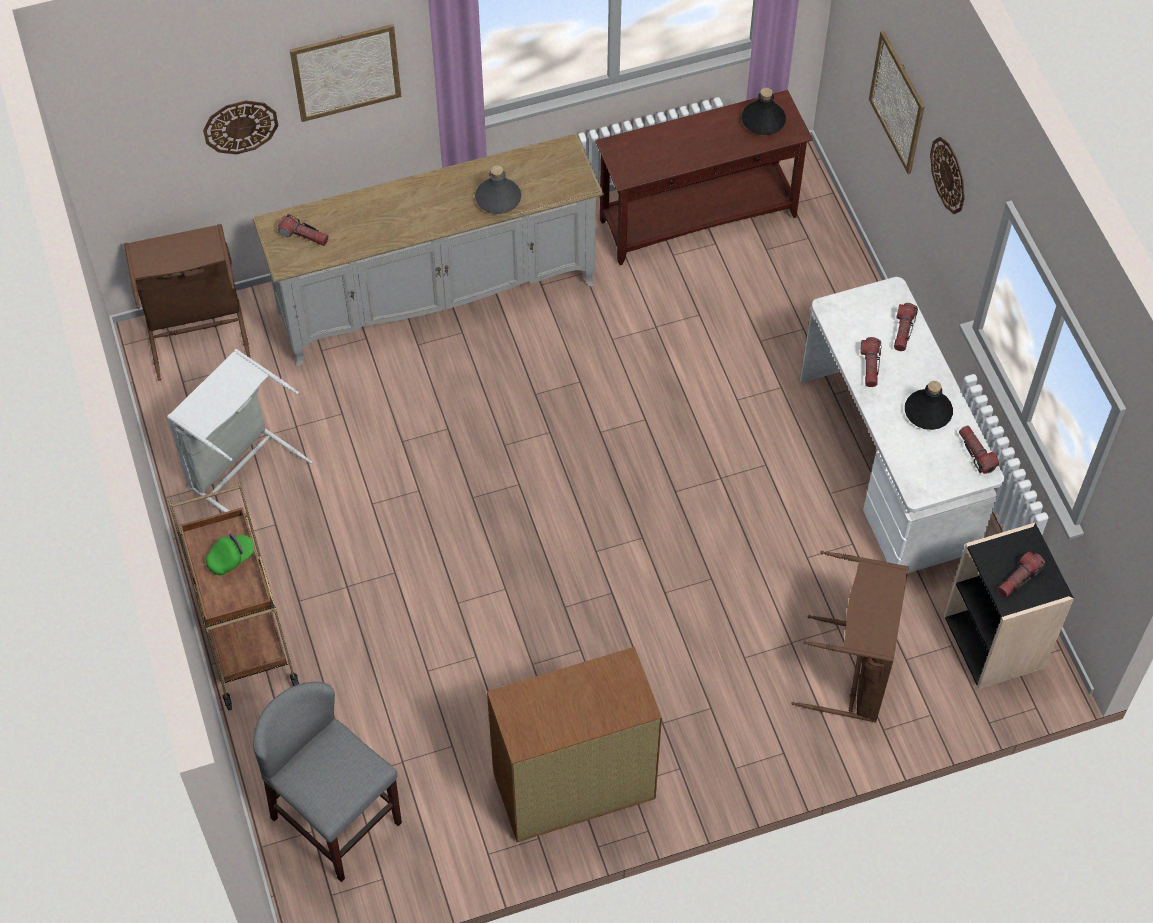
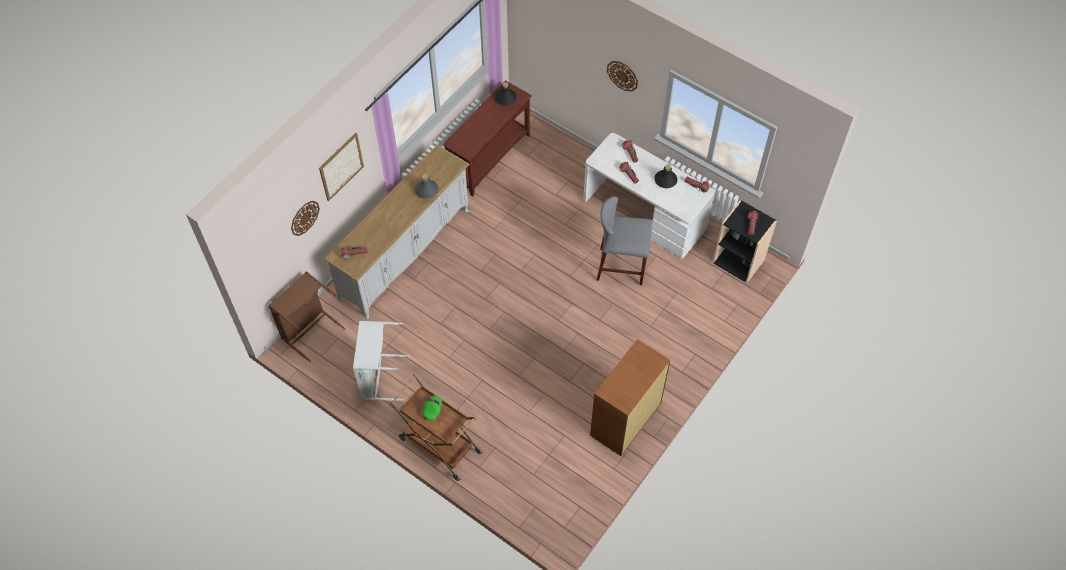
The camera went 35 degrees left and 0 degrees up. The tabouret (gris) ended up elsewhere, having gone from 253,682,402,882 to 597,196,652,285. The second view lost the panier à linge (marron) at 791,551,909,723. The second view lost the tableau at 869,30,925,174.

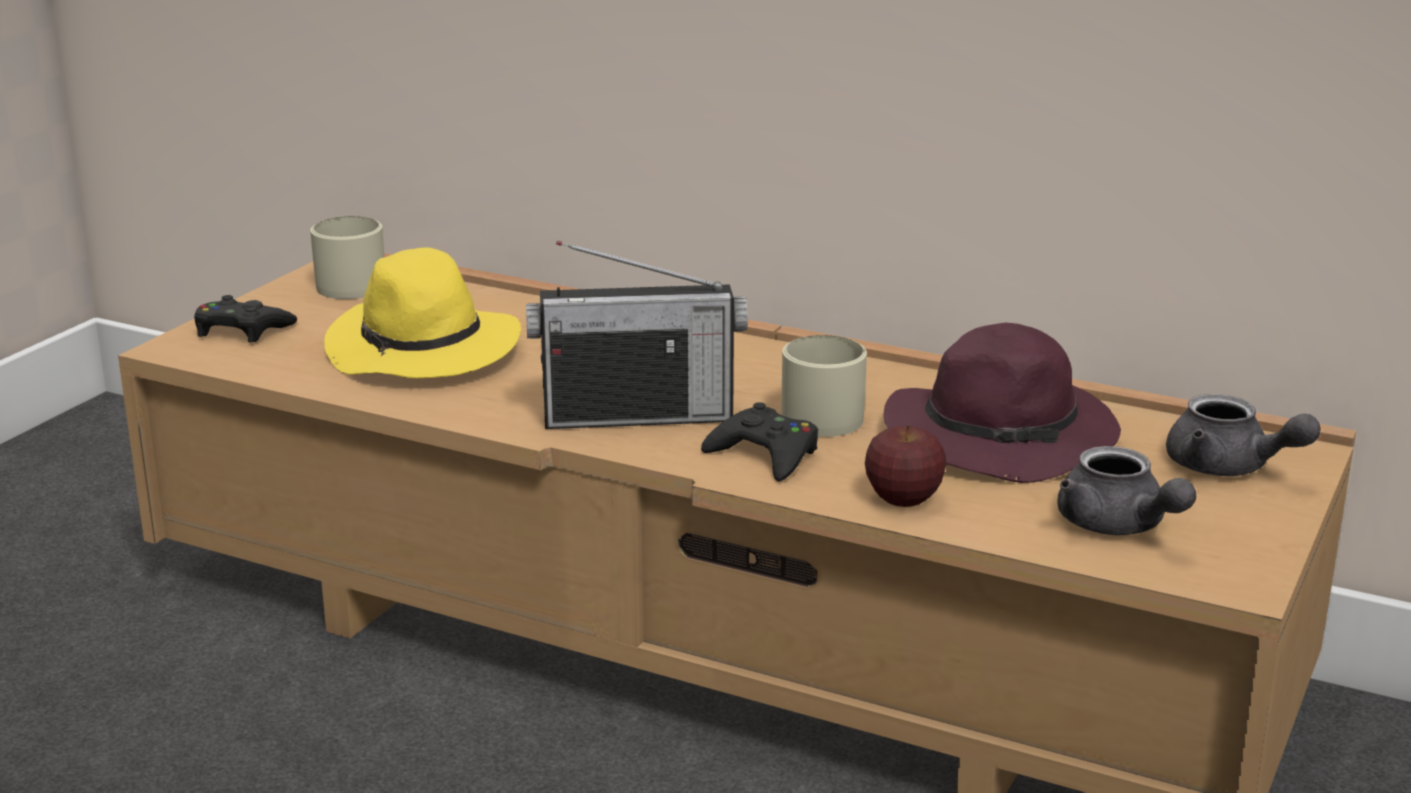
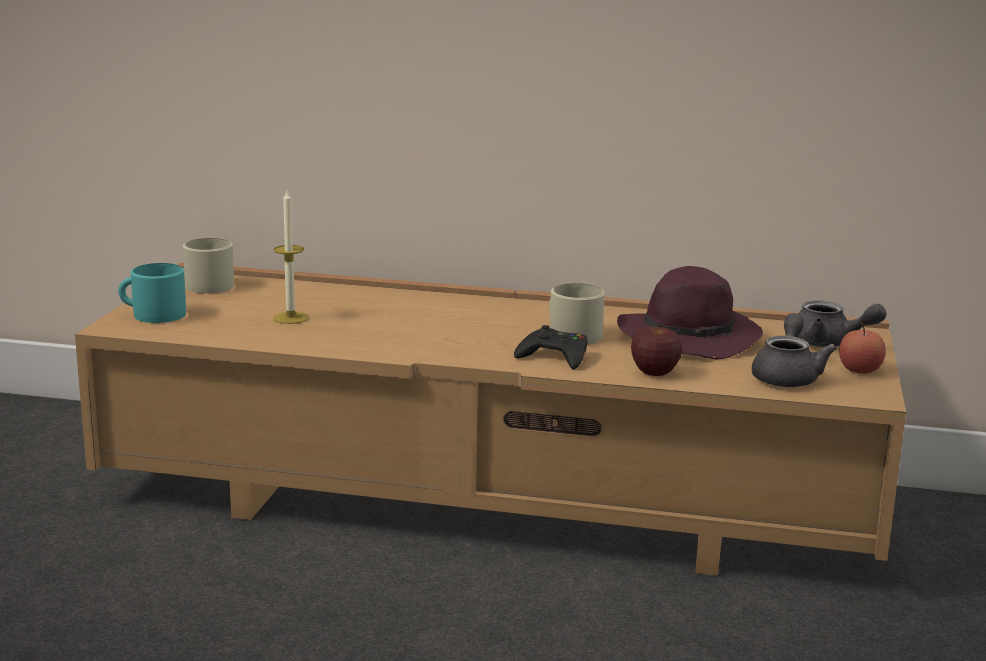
The camera went 15 degrees left and 5 degrees down. Where the manette (noir) stood at 194,295,297,343, the mug (turquoise) came to stand at 118,263,186,323. Where the chapeau (jaune) stood at 324,247,521,378, the bougie came to stand at 273,191,309,324. The théière (gris) at 1058,446,1196,535 ended up facing another way, 120 degrees counterclockwise from before. The second view gained the pomme at 839,321,886,374. The second view lost the radio at 526,241,748,429.

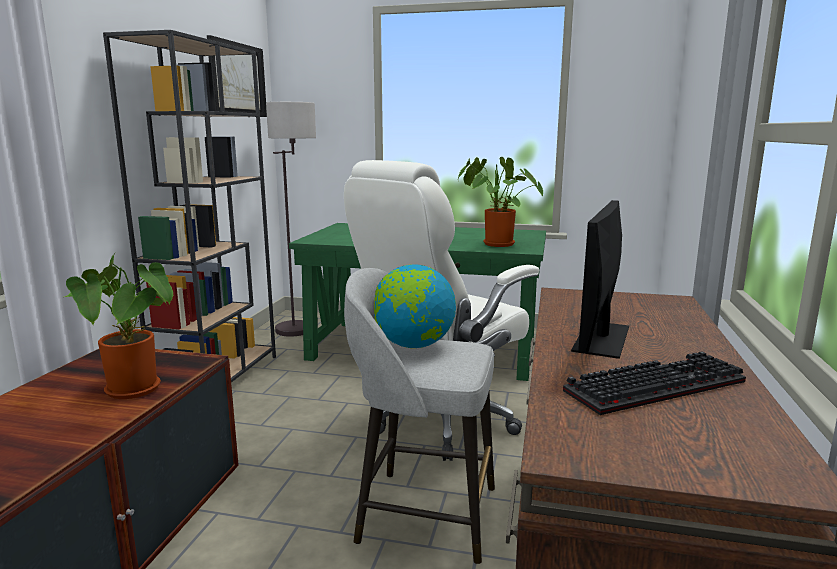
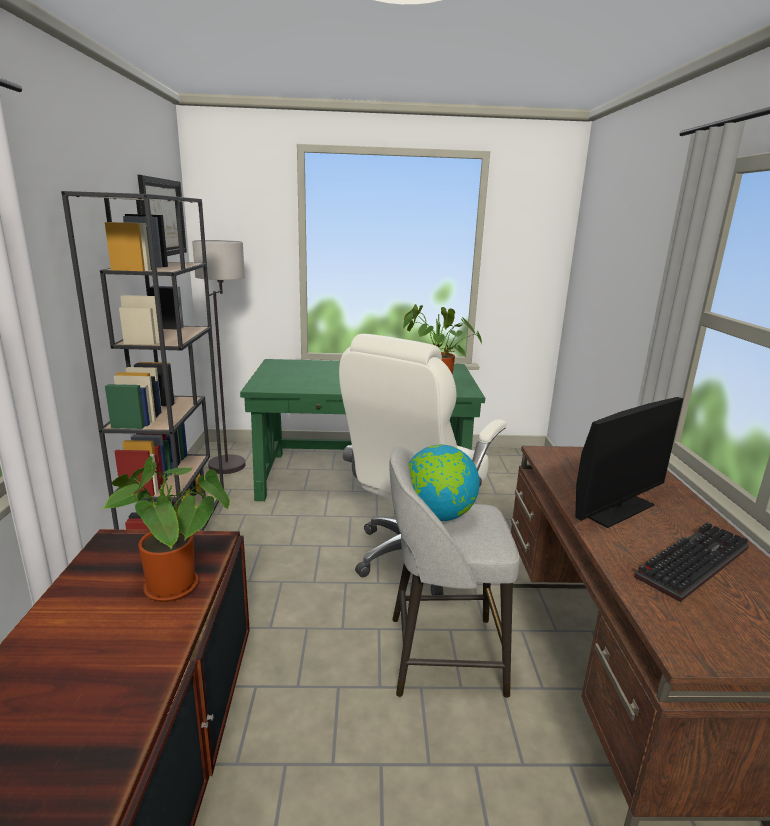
The camera went 15 degrees left and 5 degrees up. The écran d'ordinateur at 571,200,629,359 ended up facing another way, 135 degrees counterclockwise from before.

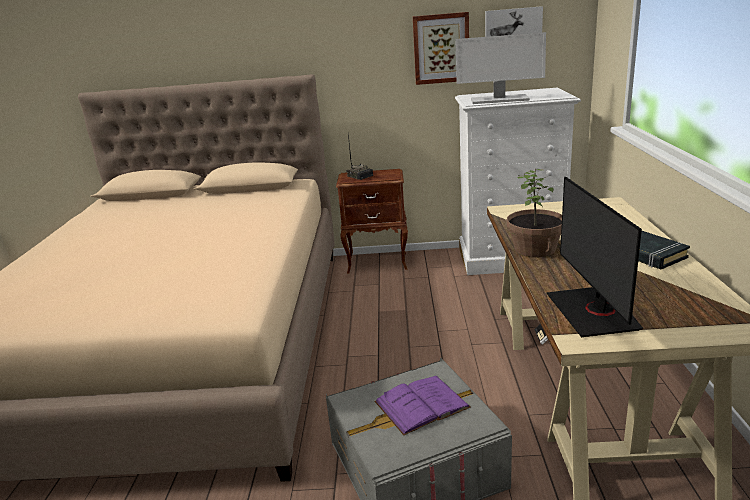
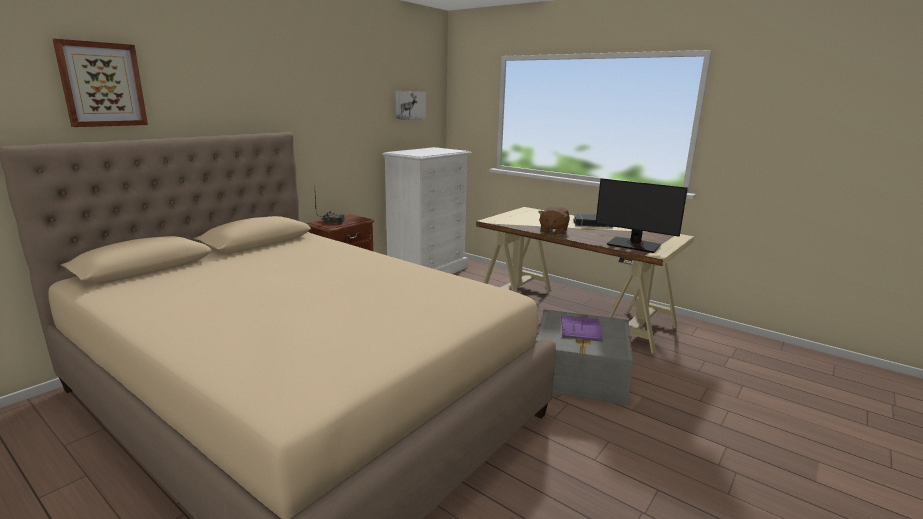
The camera went 55 degrees left and 5 degrees down. The tableau ended up elsewhere, having gone from 413,12,469,85 to 53,39,148,127. Where the plante en pot stood at 507,168,562,257, the peluche (marron) came to stand at 539,206,570,235. The second view lost the écran d'ordinateur at 455,32,546,104.

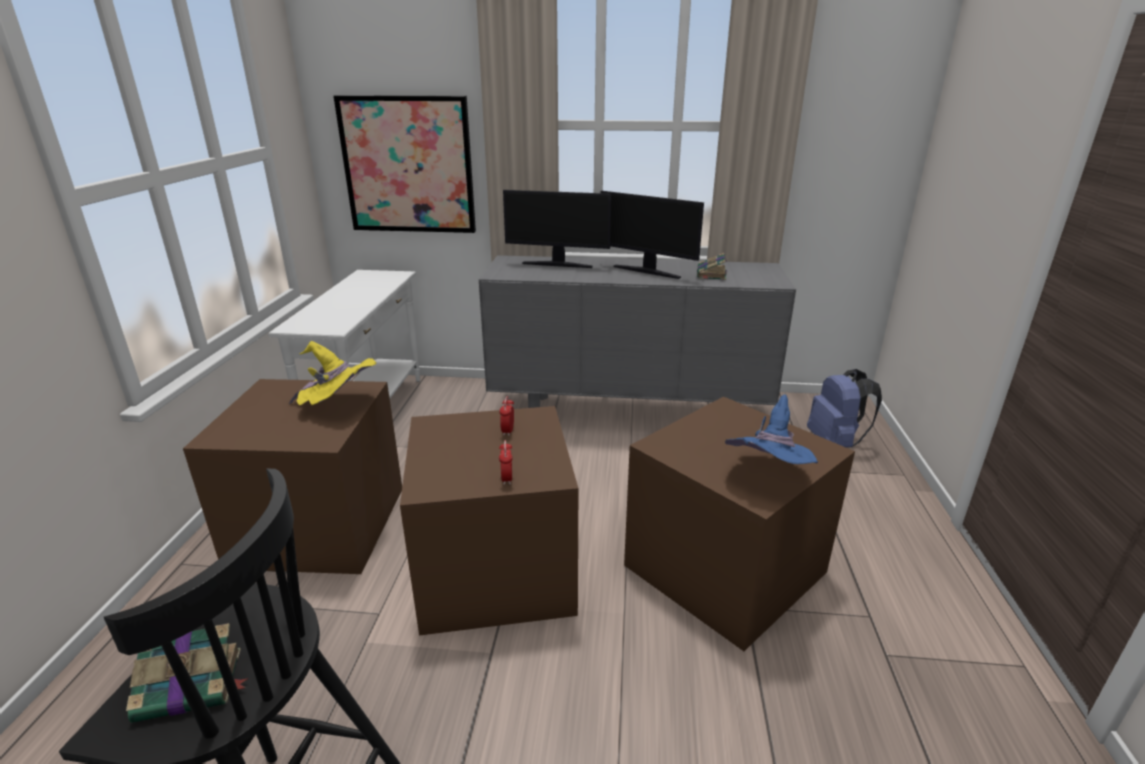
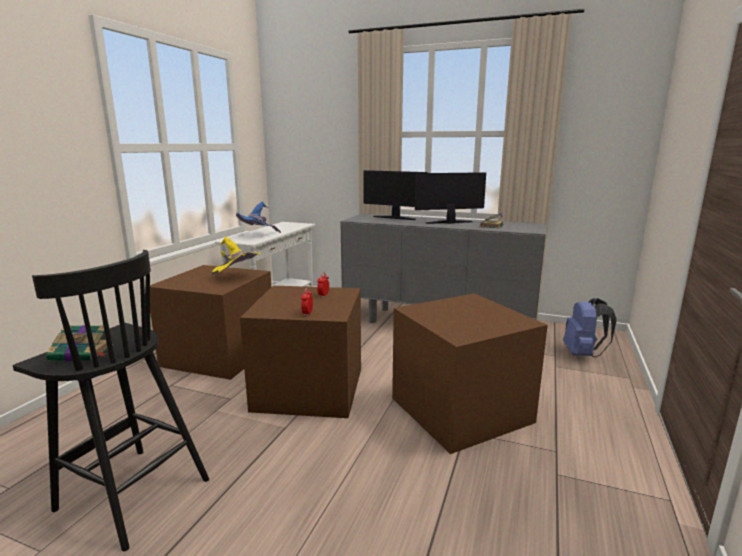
The camera went 15 degrees right and 10 degrees down. The chapeau (bleu) ended up elsewhere, having gone from 725,394,818,464 to 236,201,281,233. The écran d'ordinateur at 600,191,704,279 ended up facing another way, 120 degrees clockwise from before. The second view lost the tableau at 333,95,476,233.

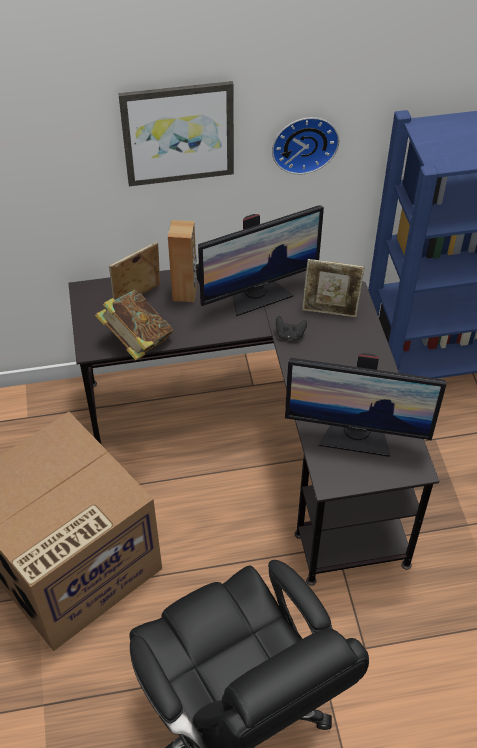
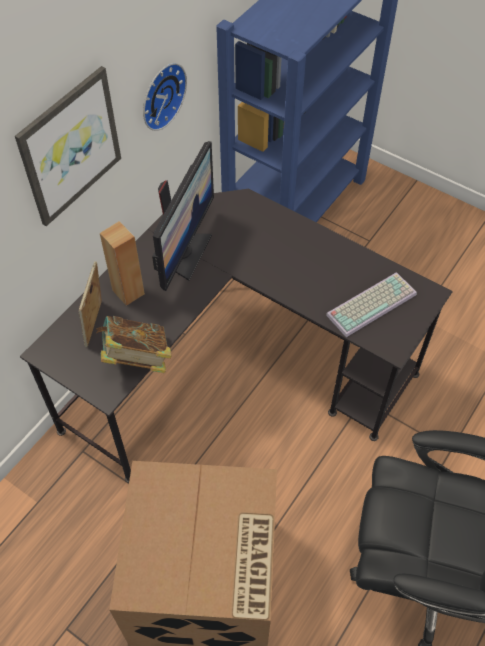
The camera went 45 degrees left and 5 degrees up. Where the écran d'ordinateur stood at 285,353,447,457, the clavier came to stand at 326,272,417,337. The second view lost the manette (noir) at 276,316,307,340. The second view lost the cadre photo at 302,259,365,317.

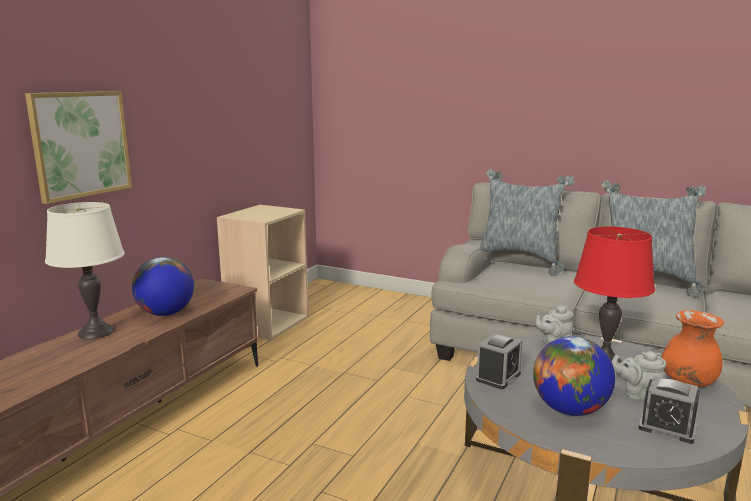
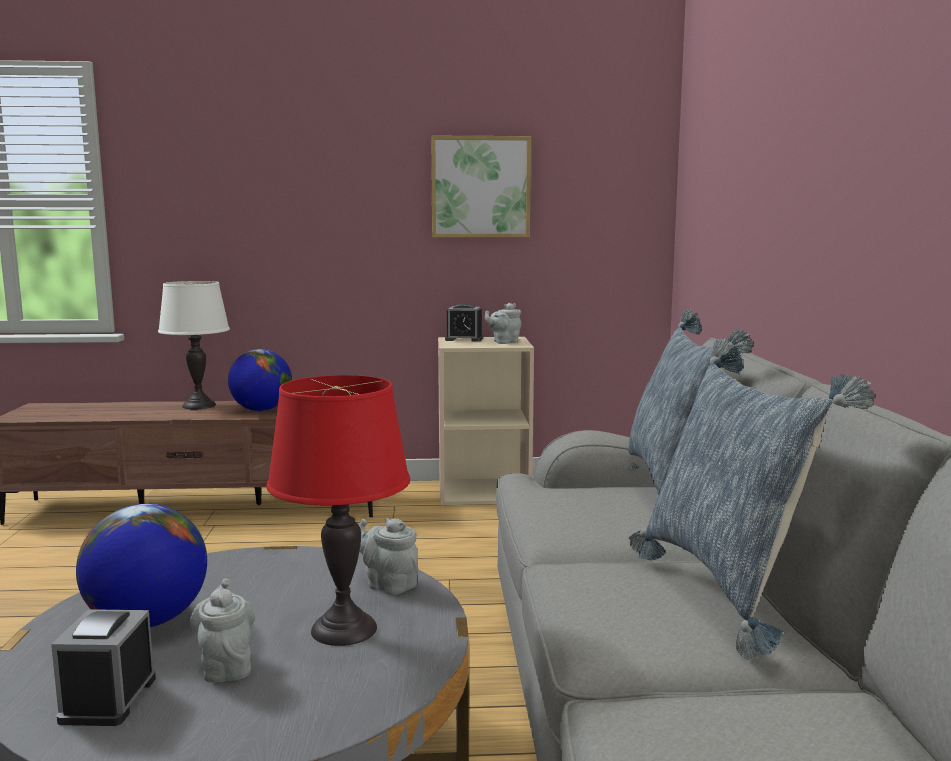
The camera went 60 degrees right and 5 degrees down. The tableau ended up elsewhere, having gone from 25,91,132,204 to 431,136,531,237. The réveil ended up elsewhere, having gone from 476,333,522,389 to 445,304,483,342. The second view gained the théière (gris) at 485,303,521,344. The second view lost the vase (orange) at 661,310,724,387.

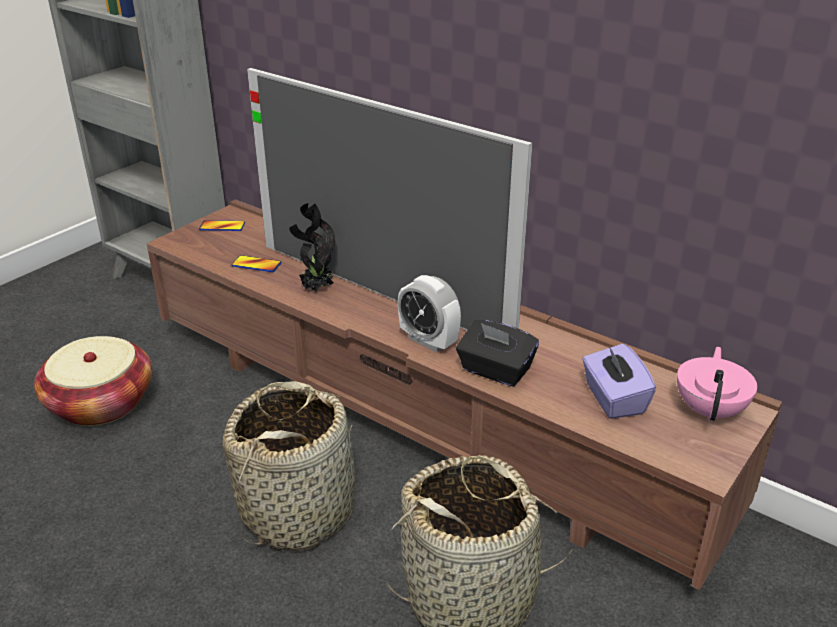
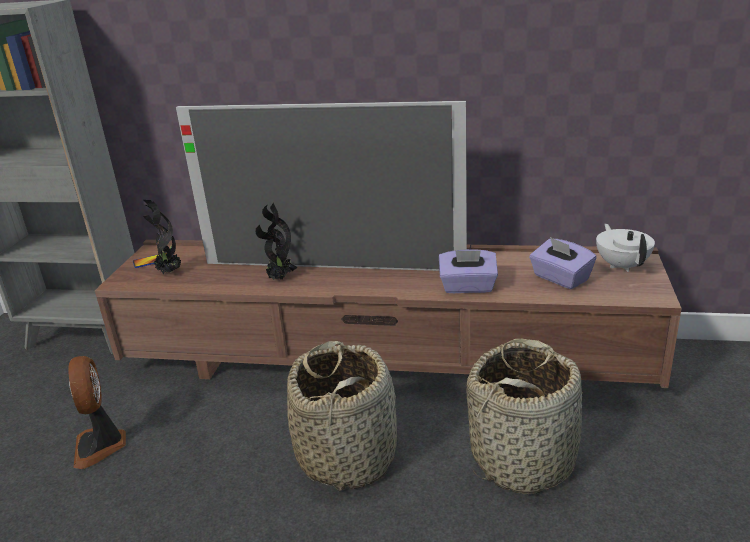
The camera went 25 degrees left and 5 degrees down. Where the panier stood at 34,336,152,426, the ventilateur came to stand at 69,356,126,469. The second view gained the plante en pot at 143,200,181,274. What was the boîte à mouchoirs (noir) at 456,320,539,386 turned into the boîte à mouchoirs (violet) at 439,249,498,293. What was the théière (rose) at 677,347,757,422 turned into the théière (blanc) at 596,224,655,272. The second view lost the téléphone at 231,255,281,272. The second view lost the réveil at 398,275,461,352.

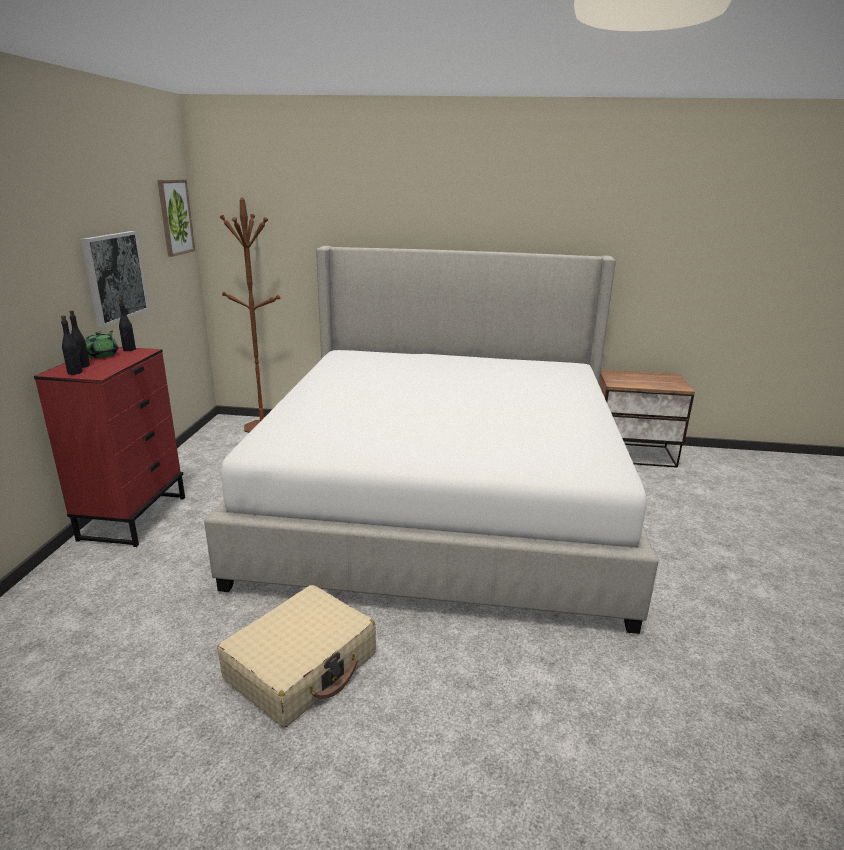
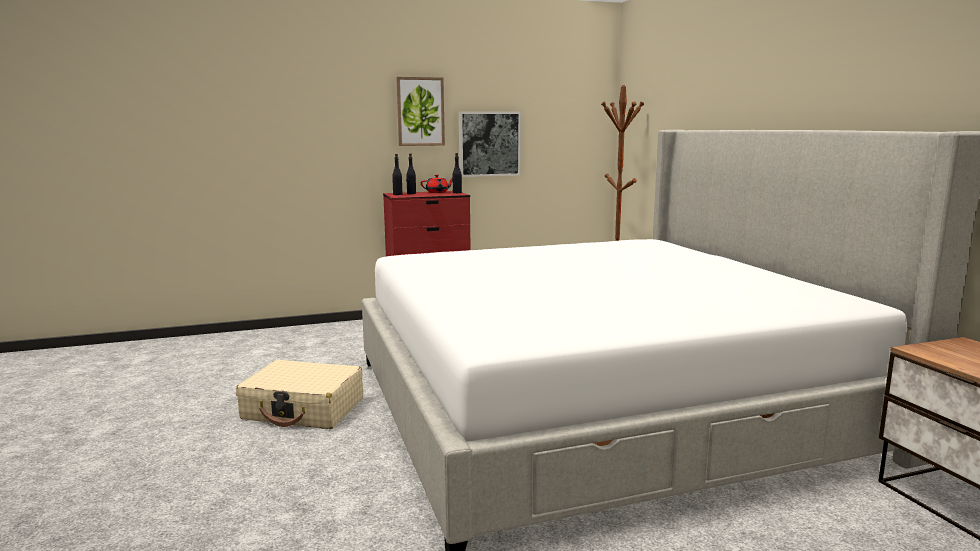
The camera went 65 degrees right and 10 degrees down. The tableau ended up elsewhere, having gone from 157,180,195,257 to 396,77,445,146. What was the théière (vert) at 85,331,118,358 turned into the théière (rouge) at 421,175,452,193.

